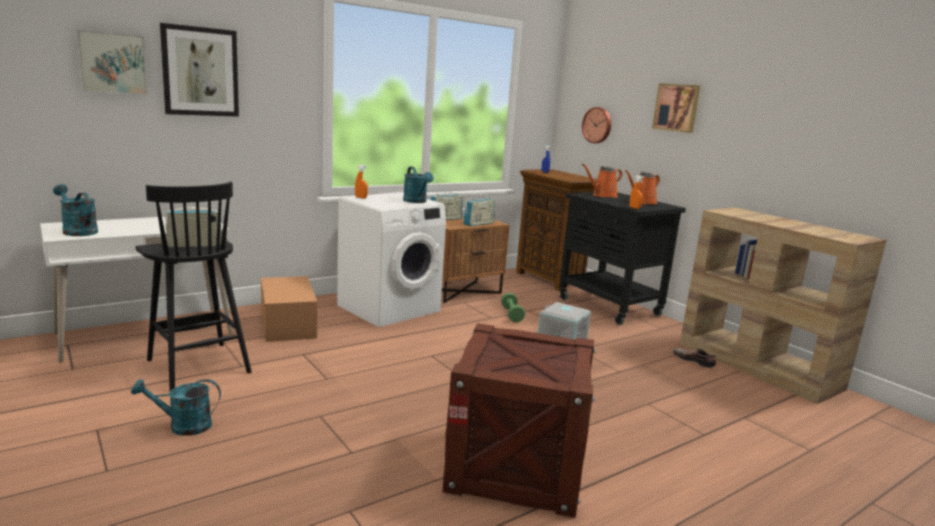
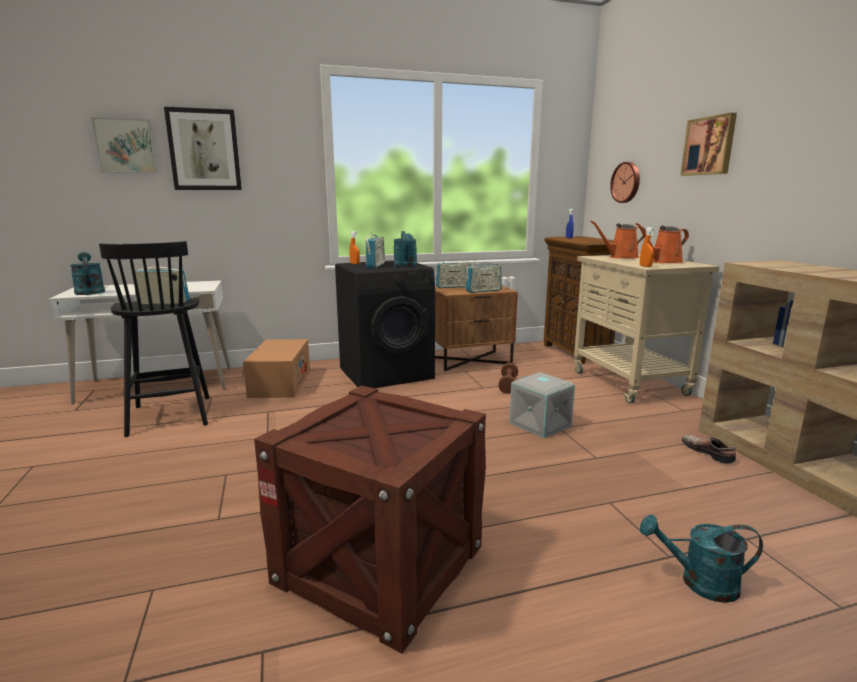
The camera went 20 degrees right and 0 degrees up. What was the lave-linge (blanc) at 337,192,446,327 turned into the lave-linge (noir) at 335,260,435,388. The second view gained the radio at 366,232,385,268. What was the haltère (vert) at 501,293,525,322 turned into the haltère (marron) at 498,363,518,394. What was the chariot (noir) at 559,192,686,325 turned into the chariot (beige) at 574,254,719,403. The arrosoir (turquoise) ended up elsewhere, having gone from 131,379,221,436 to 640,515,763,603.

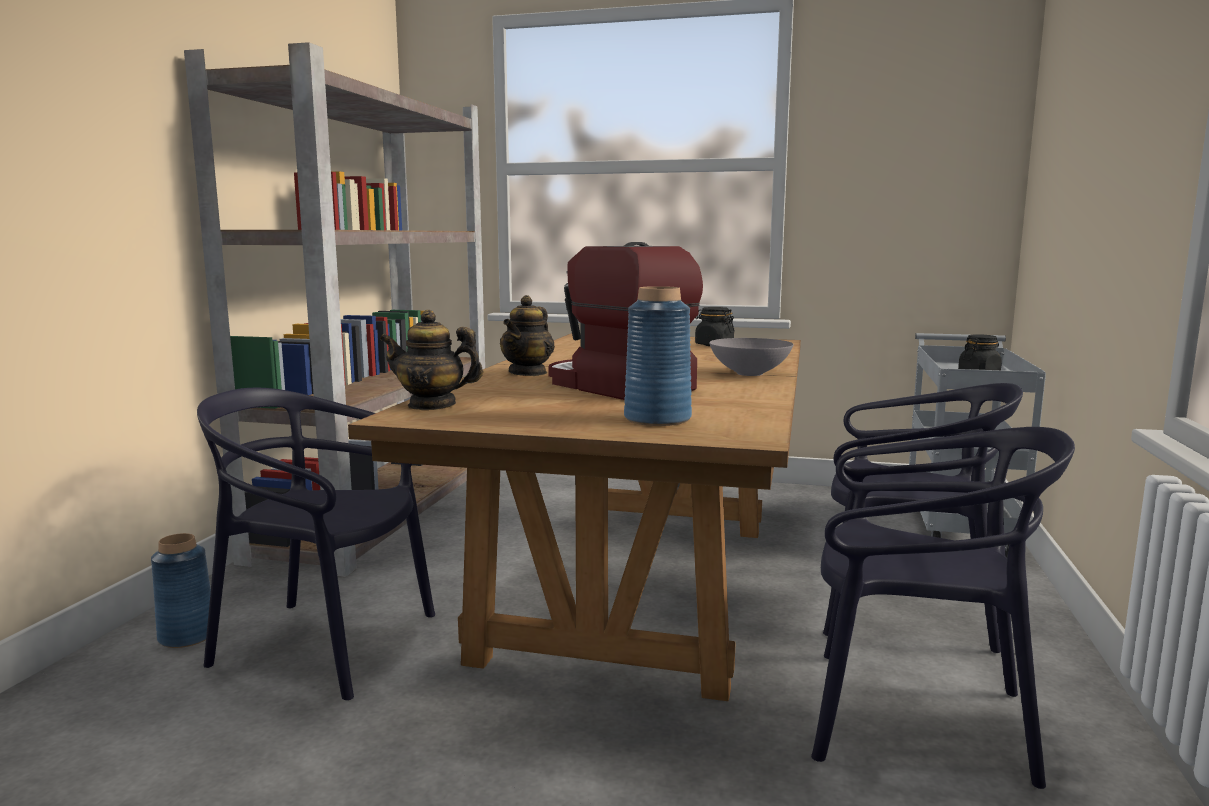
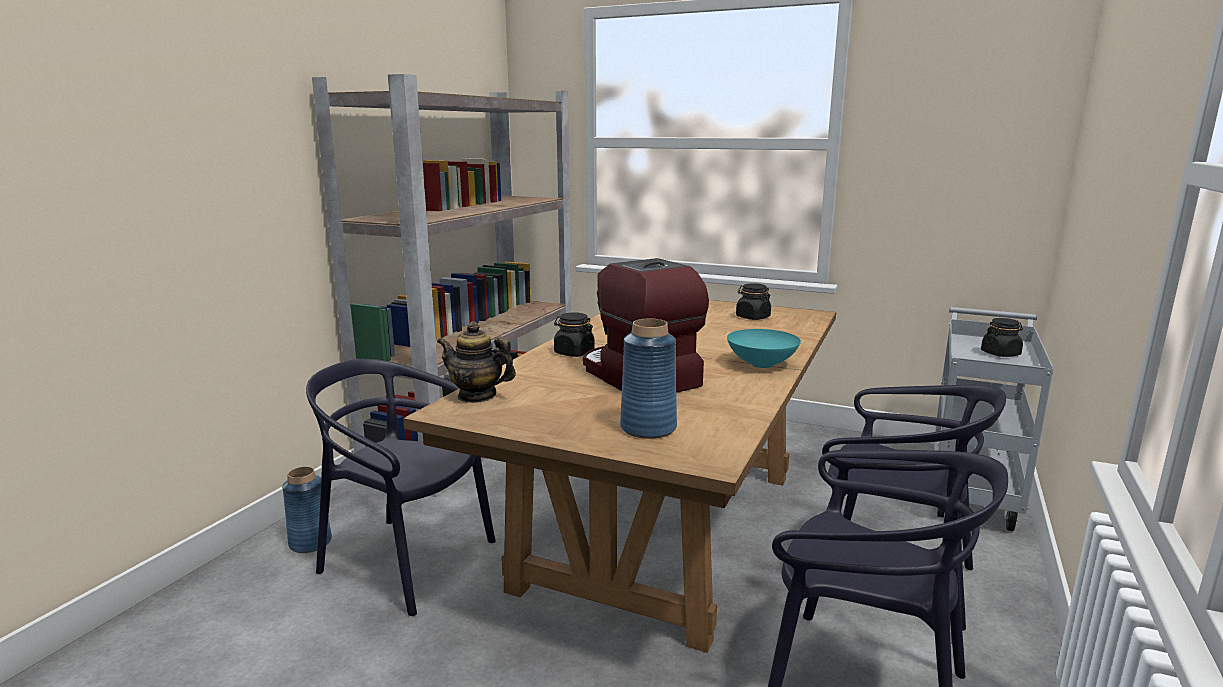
The camera went 10 degrees right and 5 degrees up. Where the théière stood at 500,295,555,376, the bocal (noir) came to stand at 554,312,595,357. What was the bol (gris) at 709,338,793,376 turned into the bol (turquoise) at 727,329,801,368.

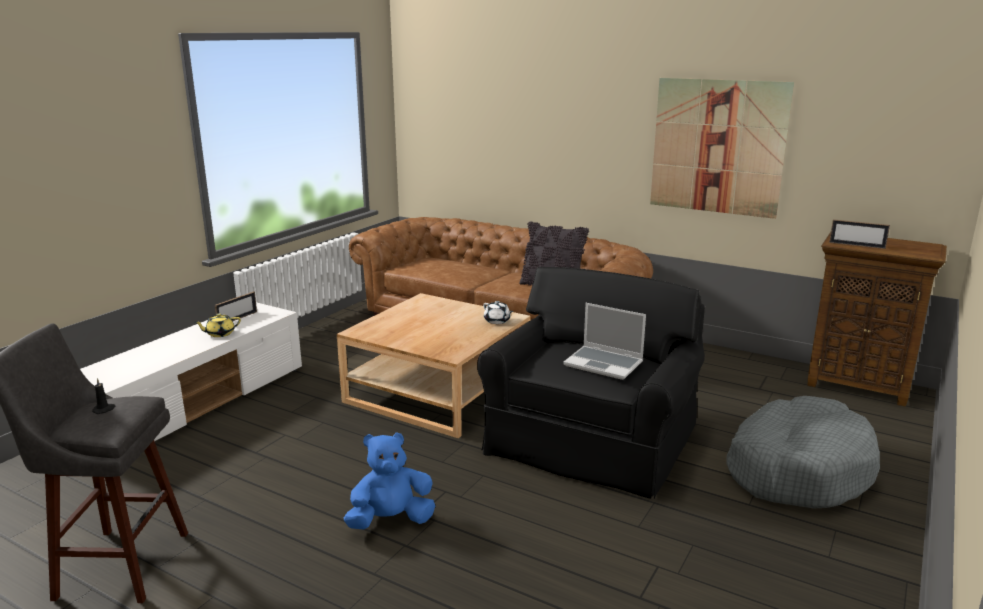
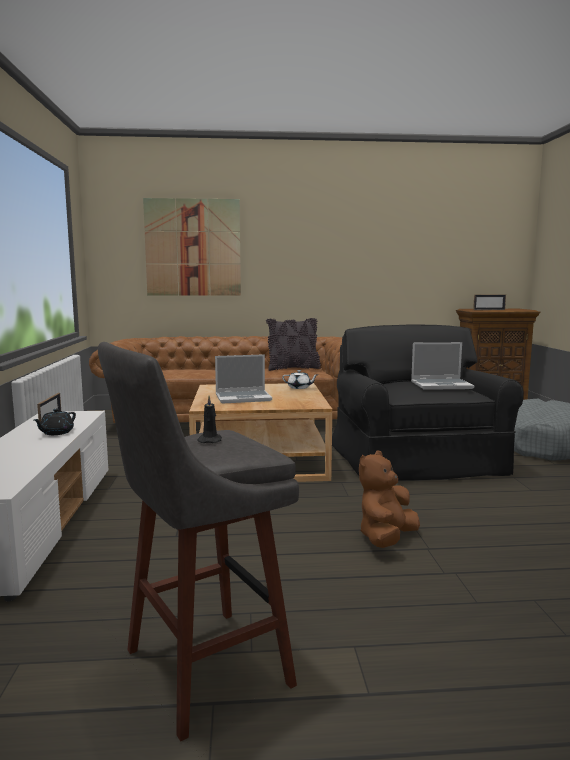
The camera went 35 degrees left and 10 degrees down. What was the théière (jaune) at 194,313,241,337 turned into the théière (noir) at 34,409,76,435. The tableau ended up elsewhere, having gone from 650,78,794,219 to 143,198,241,296. The second view gained the ordinateur portable at 215,354,272,404. What was the peluche (bleu) at 344,432,435,530 turned into the peluche (marron) at 359,451,420,548.

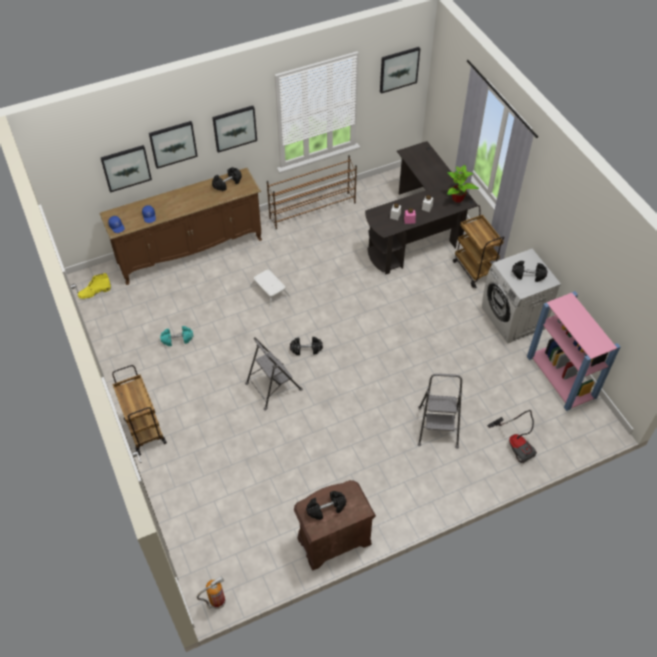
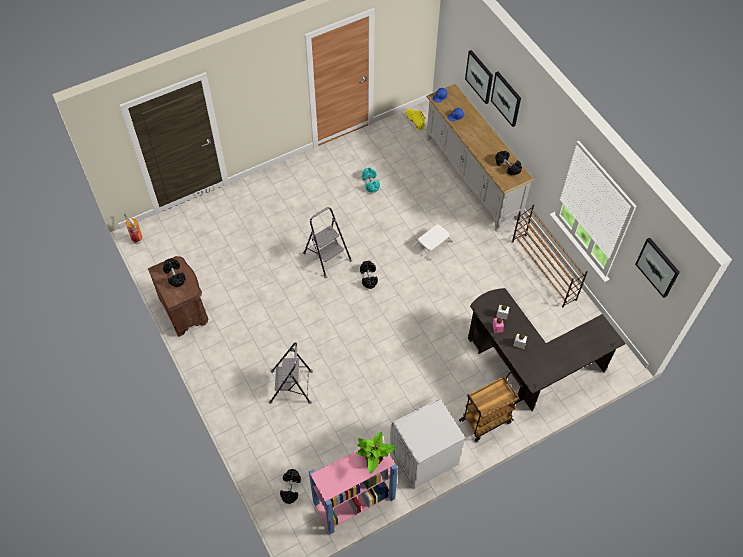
The camera went 85 degrees right and 5 degrees up. The haltère (noir) ended up elsewhere, having gone from 512,261,547,282 to 280,469,301,504. The plante en pot ended up elsewhere, having gone from 447,165,479,203 to 356,432,396,474. What was the meuble de rangement (marron) at 100,168,262,285 turned into the meuble de rangement (gris) at 426,84,534,232. The second view lost the chariot (marron) at 112,365,167,456. The second view lost the tableau at 212,106,257,153. The second view lost the aspirateur at 487,410,537,463.

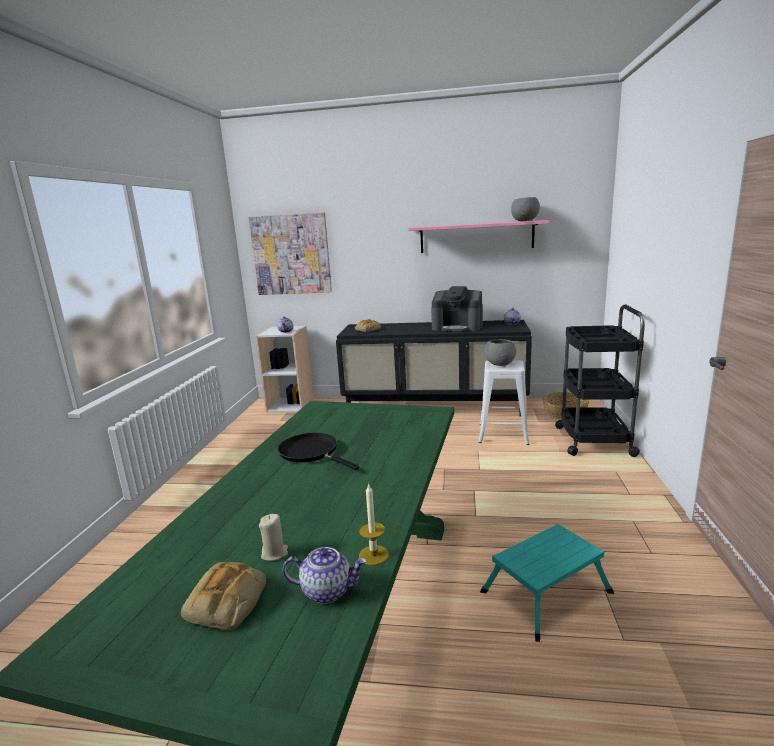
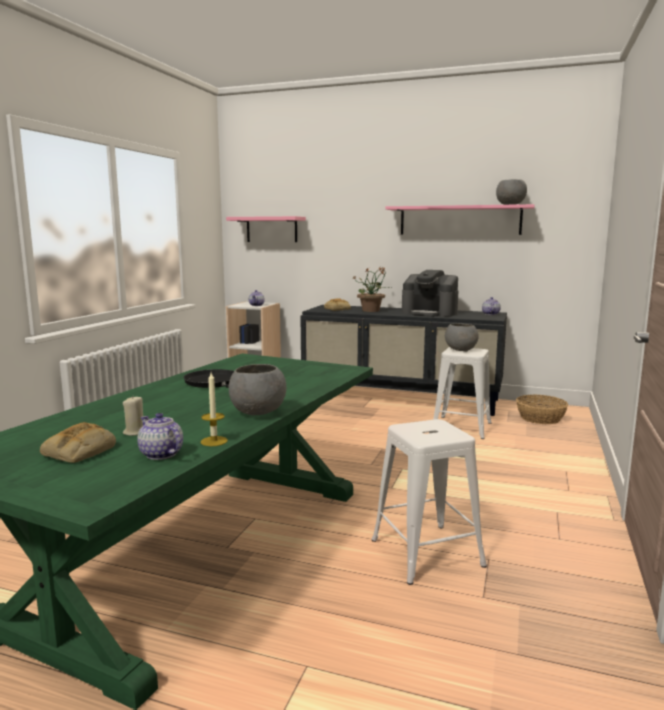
The camera went 10 degrees right and 5 degrees down. The théière at 283,547,367,604 ended up facing another way, 150 degrees counterclockwise from before. Where the tableau hung at 249,212,332,295, the étagère (rose) came to hang at 226,216,306,242. The second view gained the bol (gris) at 229,364,286,415. The second view gained the plante en pot at 353,267,391,312. Where the escabeau (turquoise) stood at 480,524,614,642, the tabouret (blanc) came to stand at 371,419,487,585. The second view lost the chariot (noir) at 555,304,645,457.

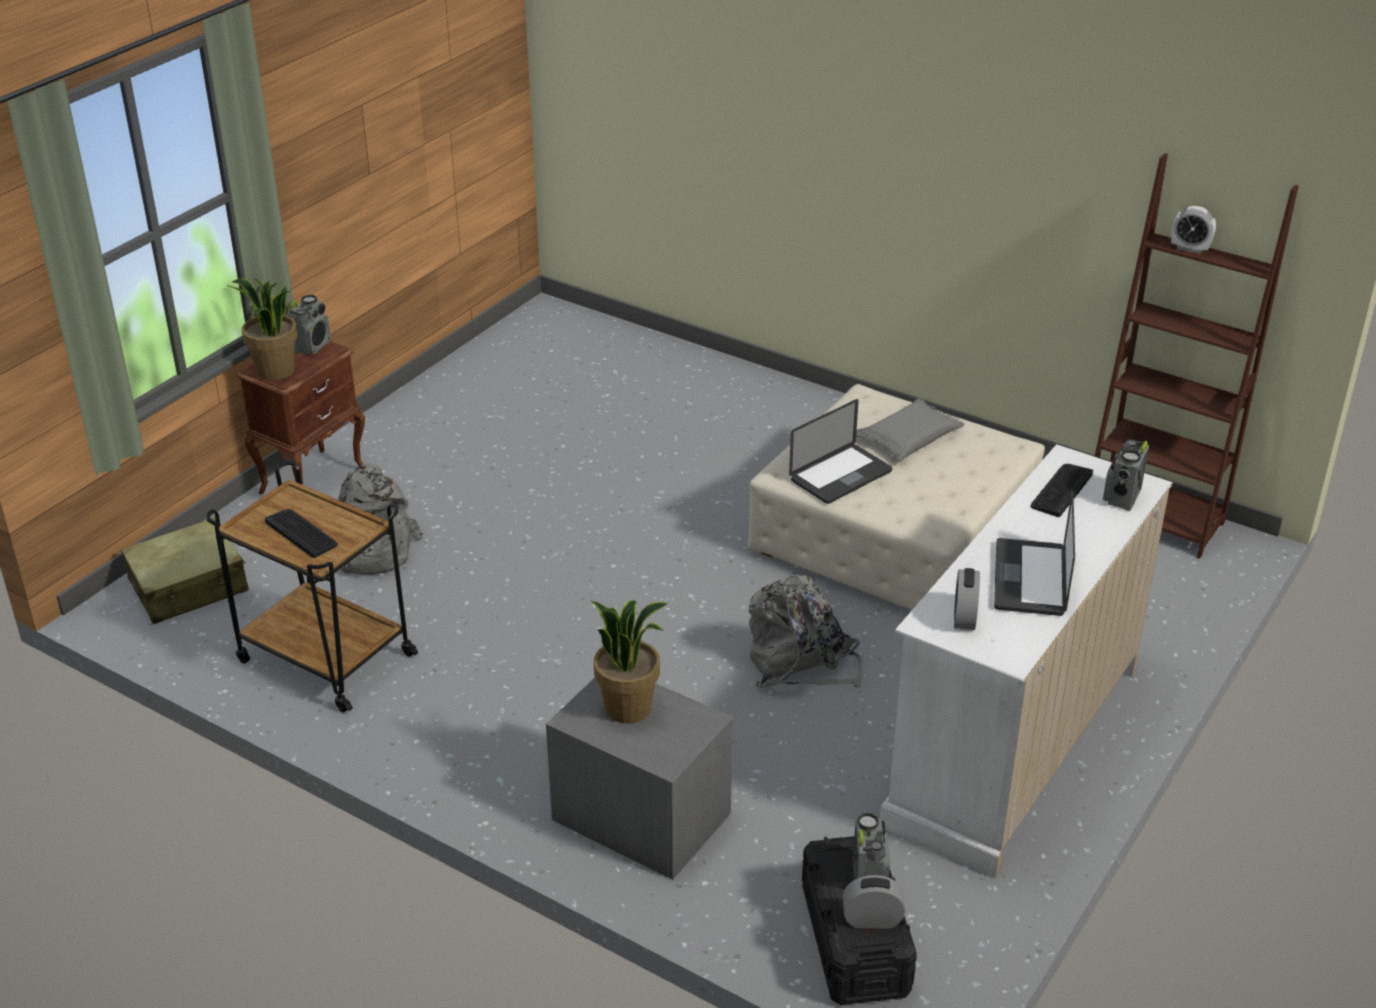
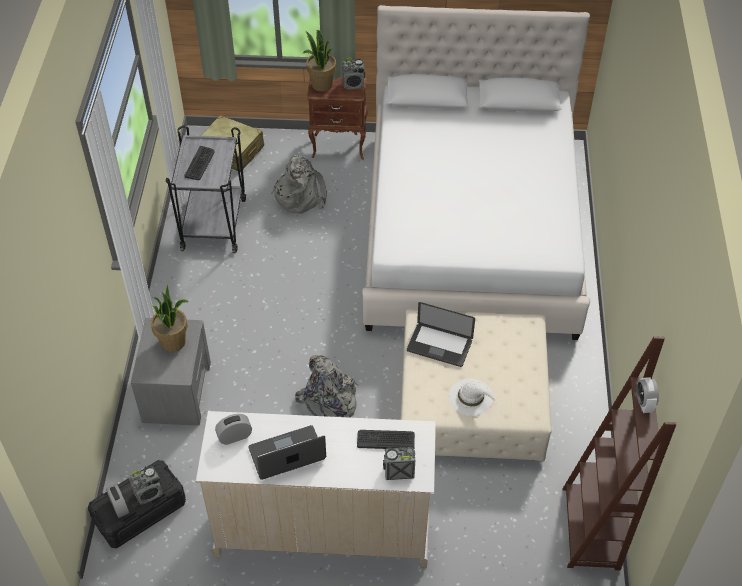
The camera went 60 degrees right and 15 degrees up. What was the chariot (marron) at 206,461,418,712 turned into the chariot (gris) at 166,125,246,253. The second view gained the lit (blanc) at 362,5,590,340. The second view gained the chapeau (blanc) at 449,379,499,416. The second view lost the coussin (gris) at 856,399,965,461.

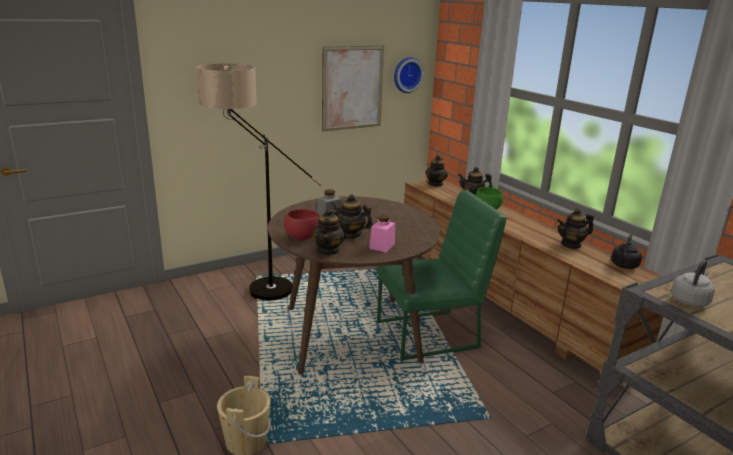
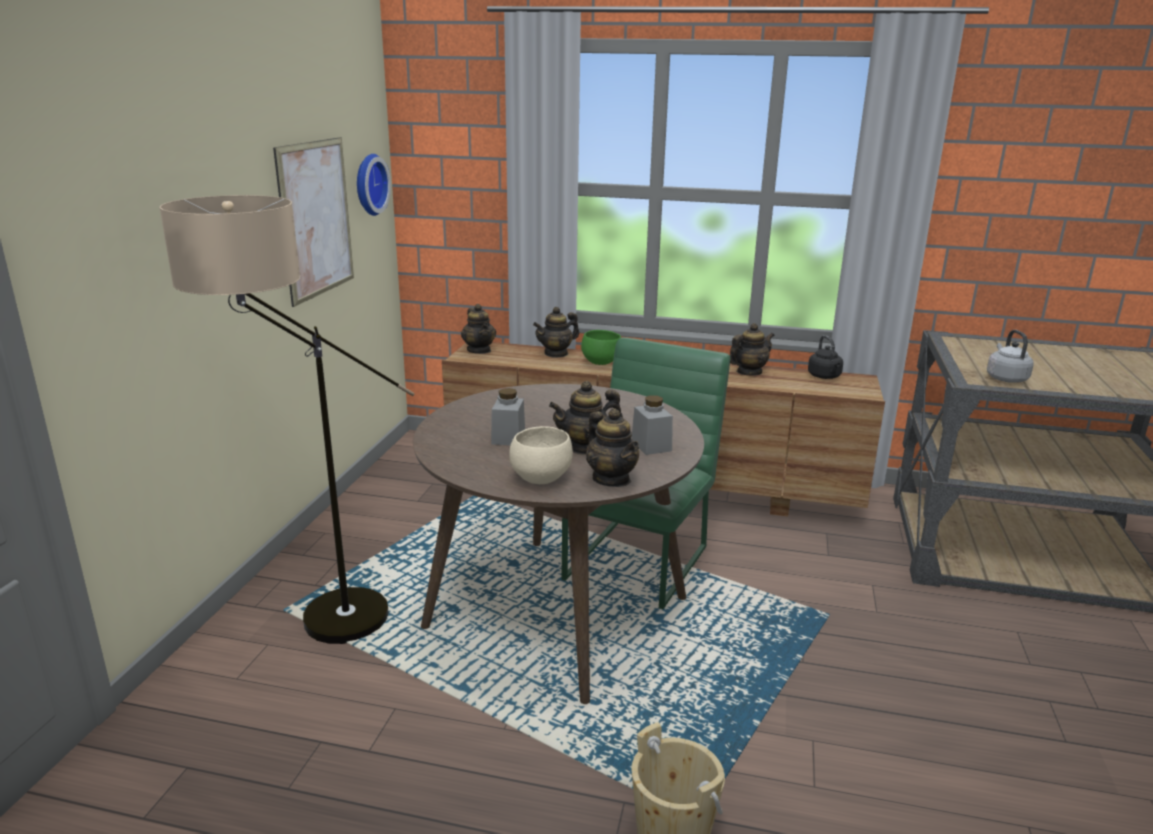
The camera went 45 degrees left and 0 degrees up. What was the bol (rouge) at 284,209,319,240 turned into the bol (beige) at 509,426,573,484. What was the bocal (rose) at 369,215,395,252 turned into the bocal (gris) at 631,395,673,455. The théière at 557,208,594,249 ended up facing another way, 150 degrees counterclockwise from before.

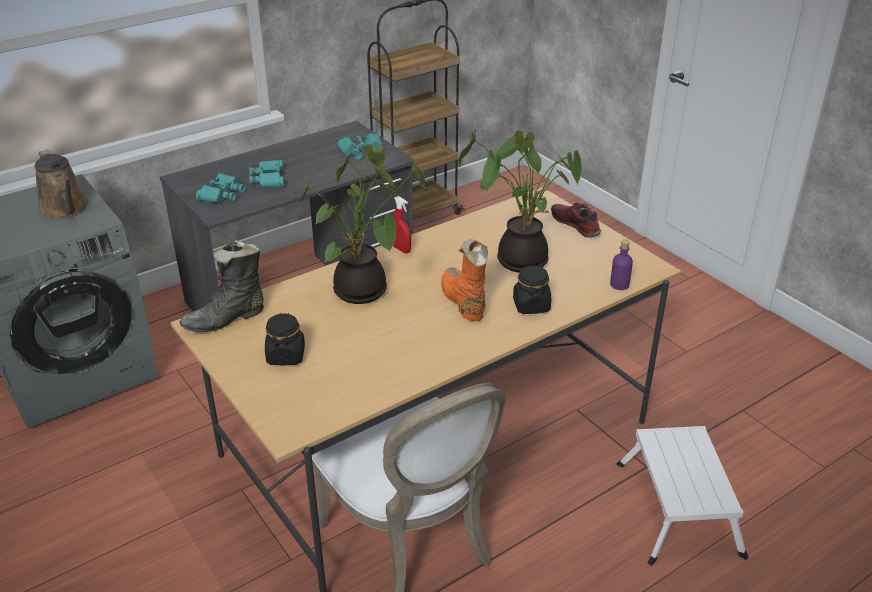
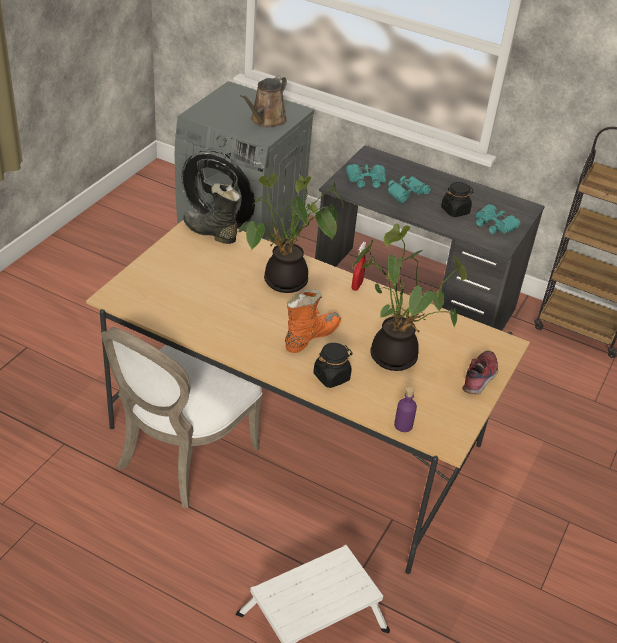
The camera went 60 degrees right and 5 degrees up. The bocal (noir) ended up elsewhere, having gone from 265,313,305,365 to 441,182,473,217.

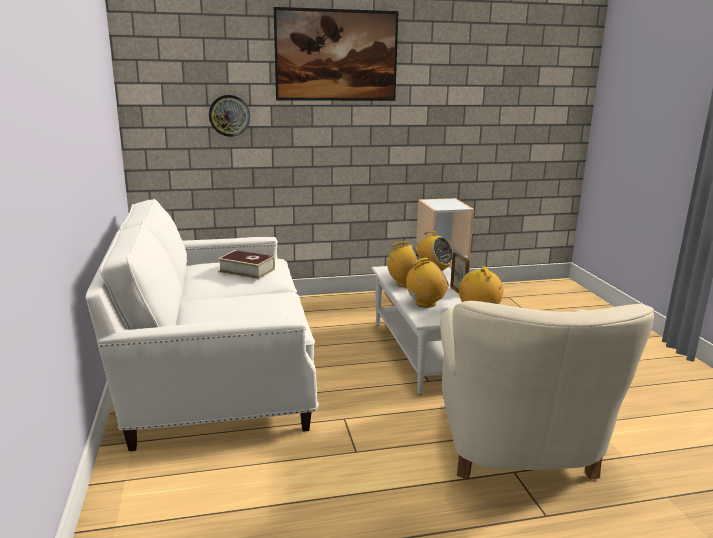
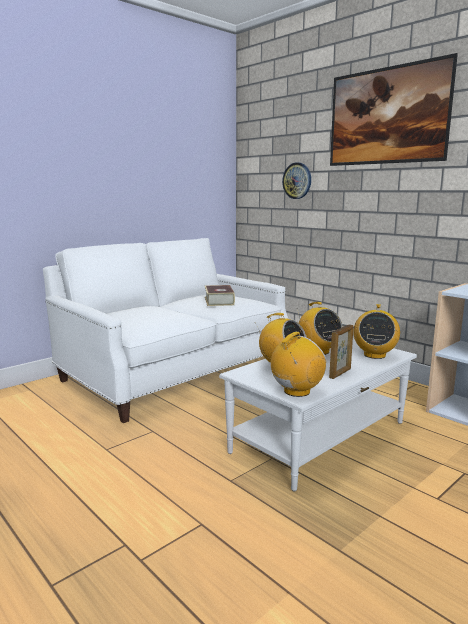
The camera went 60 degrees right and 5 degrees down. The second view lost the fauteuil (beige) at 440,301,654,480.

